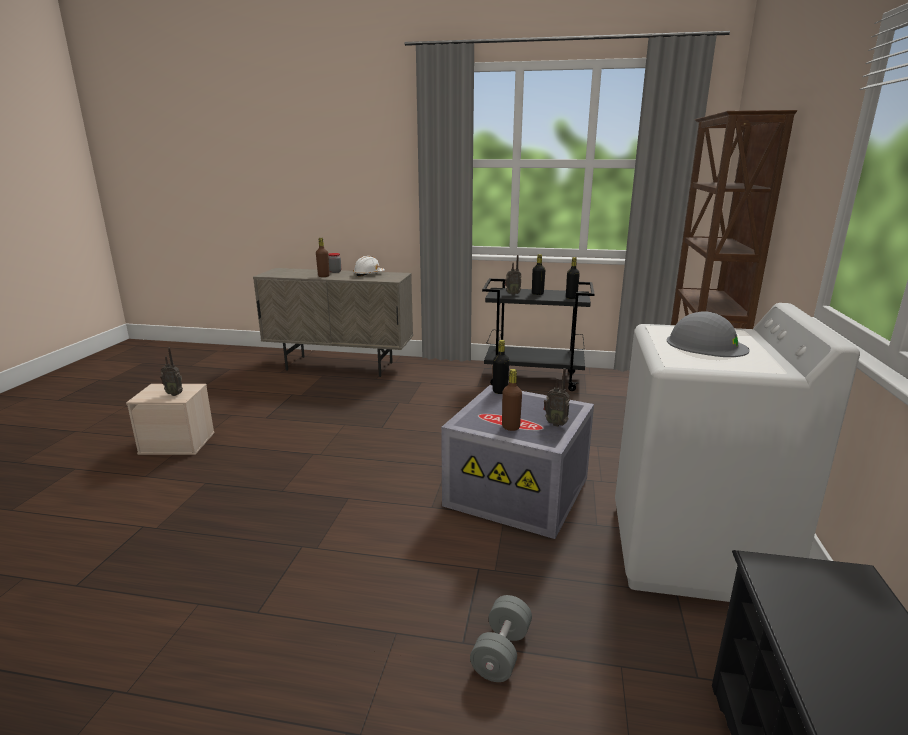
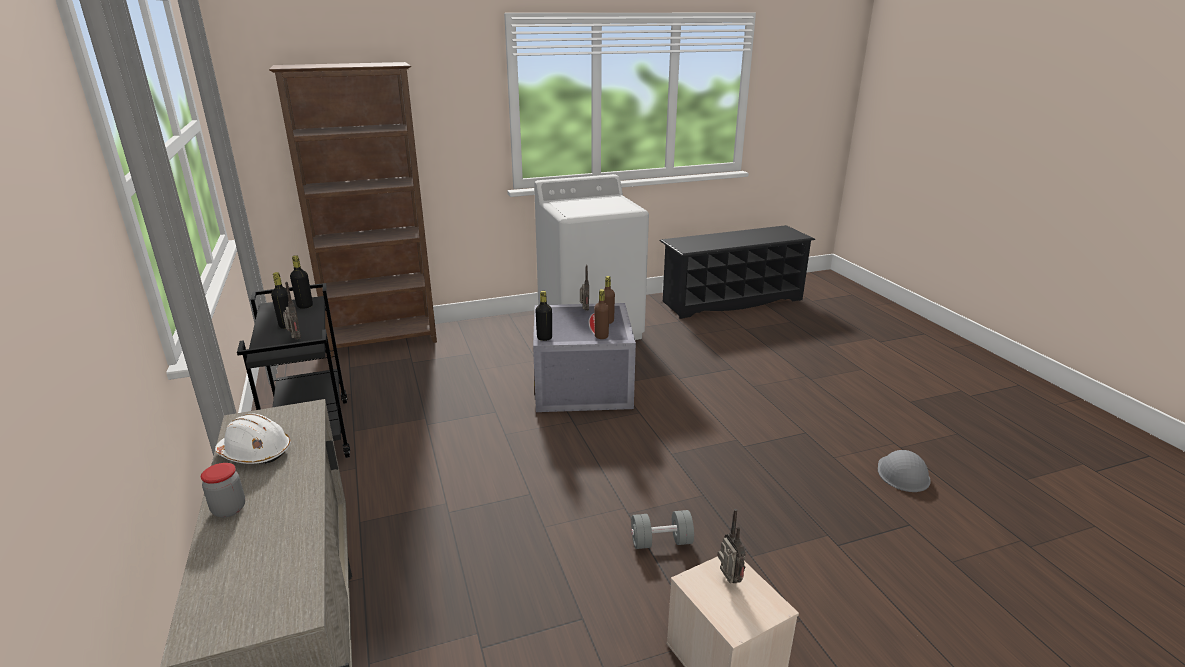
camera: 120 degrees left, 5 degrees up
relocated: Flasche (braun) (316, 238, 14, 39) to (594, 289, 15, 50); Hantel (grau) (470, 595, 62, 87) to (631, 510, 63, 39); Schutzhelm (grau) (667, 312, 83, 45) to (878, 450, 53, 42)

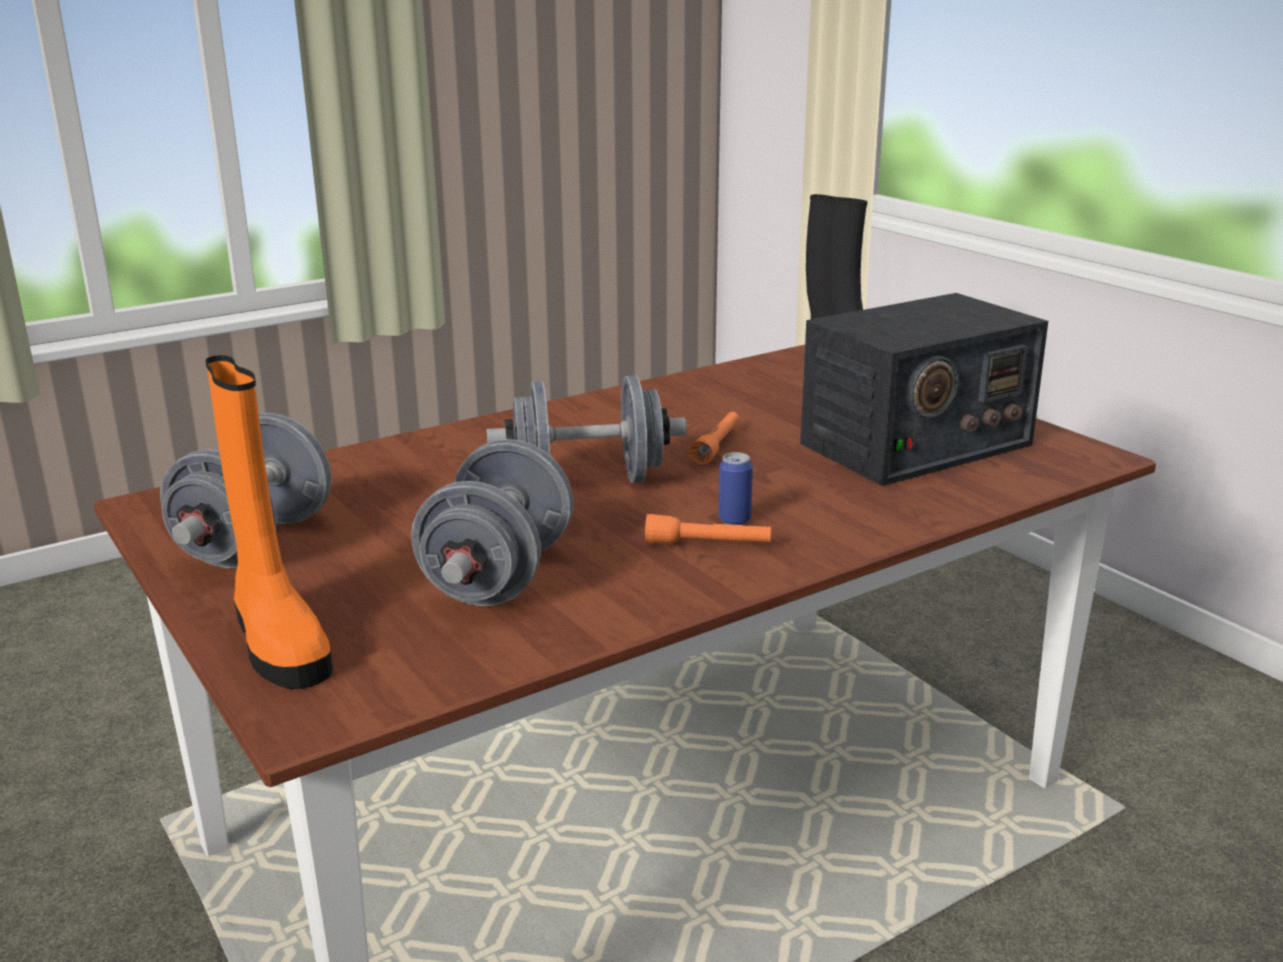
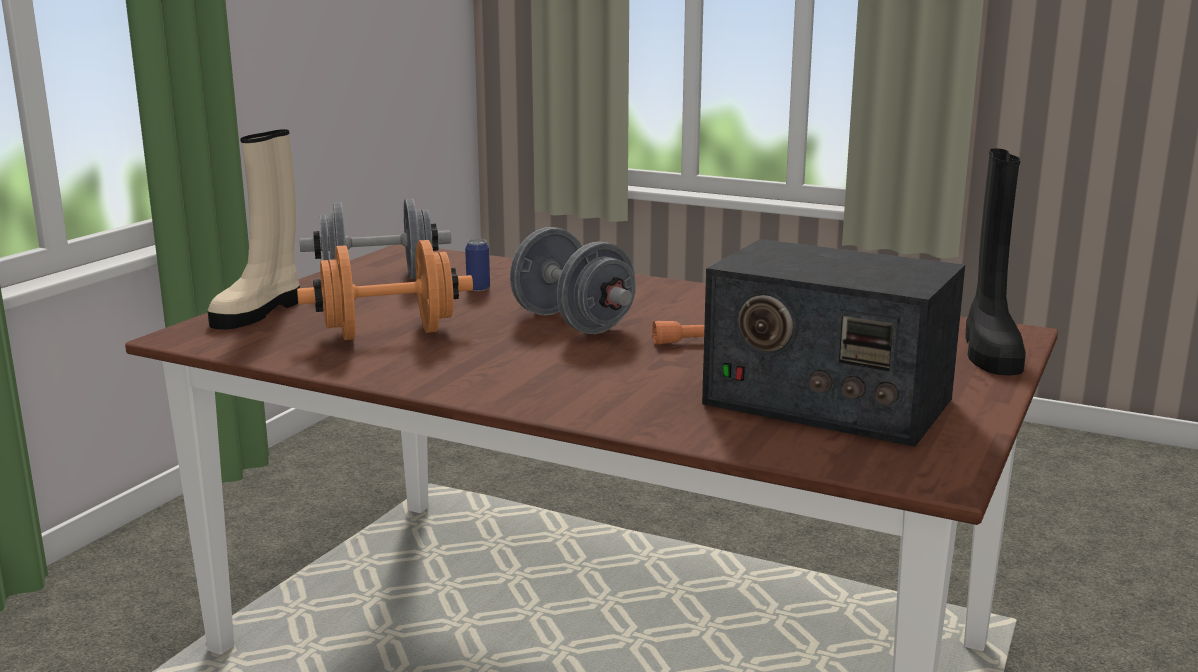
camera: 60 degrees right, 5 degrees down
missing: Taschenlampe (orange) (645, 514, 126, 29)
relocated: Dose (719, 452, 34, 73) to (465, 239, 25, 52)
colour: Stiefel (orange) (205, 355, 128, 334) to Stiefel (beige) (207, 129, 93, 201); Hantel (grau) (411, 439, 162, 167) to Hantel (orange) (297, 240, 176, 100)

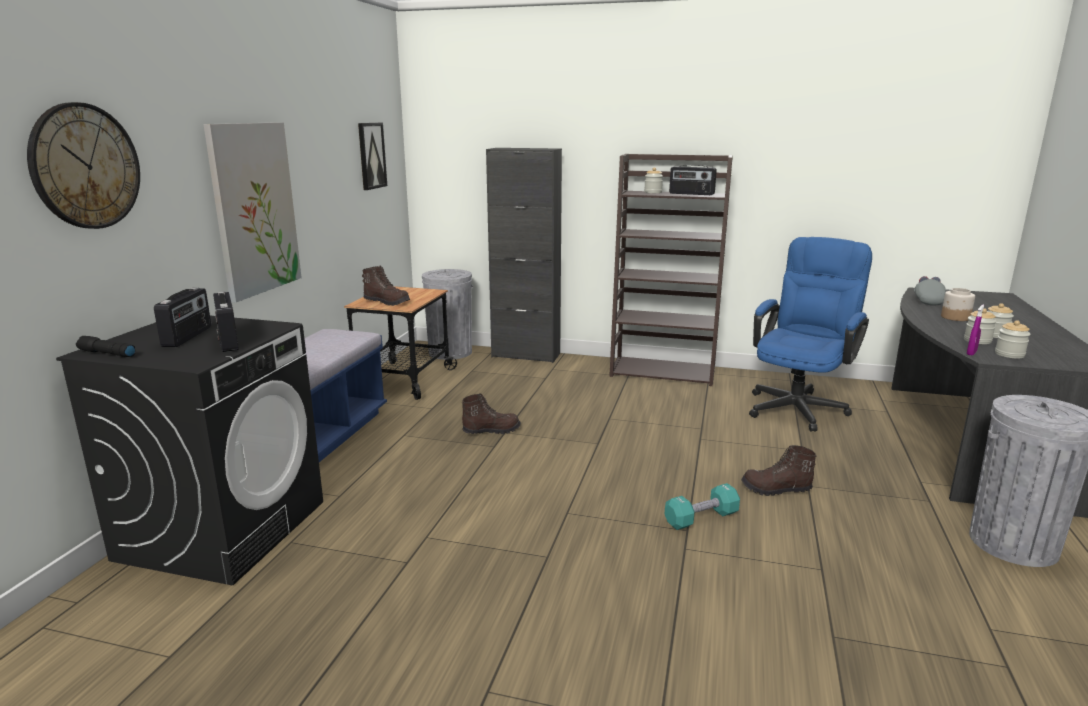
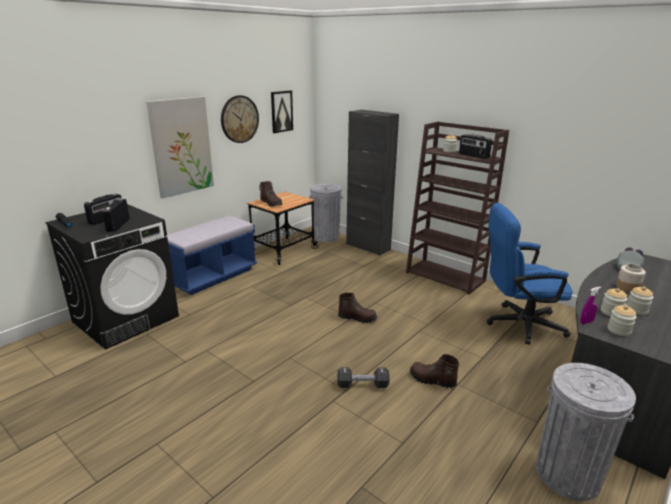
camera: 25 degrees right, 5 degrees up
relocated: Wanduhr (27, 102, 113, 127) to (221, 95, 38, 48); Stiefel (braun) (462, 393, 59, 41) to (338, 293, 39, 30)
colour: Hantel (türkis) (665, 483, 75, 47) to Hantel (schwarz) (337, 367, 53, 21)
spun: Bürostuhl (blau) (749, 237, 123, 195) = (487, 203, 86, 142) 150 degrees counterclockwise

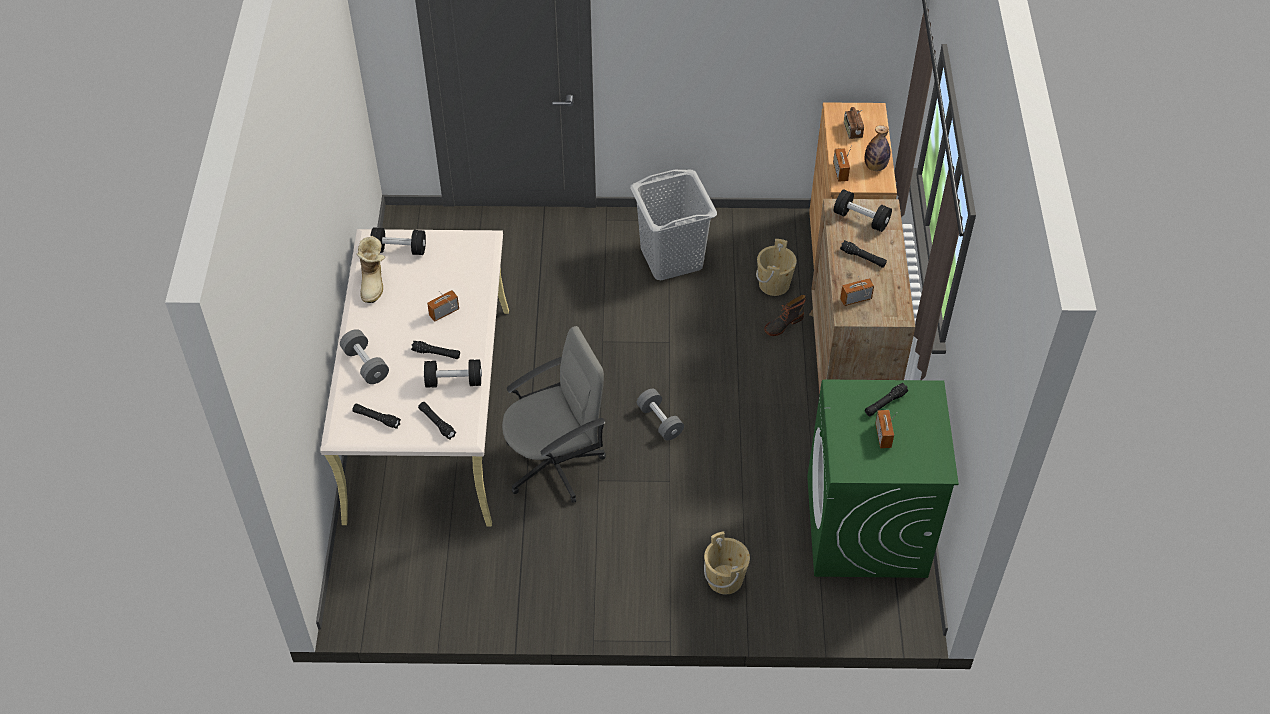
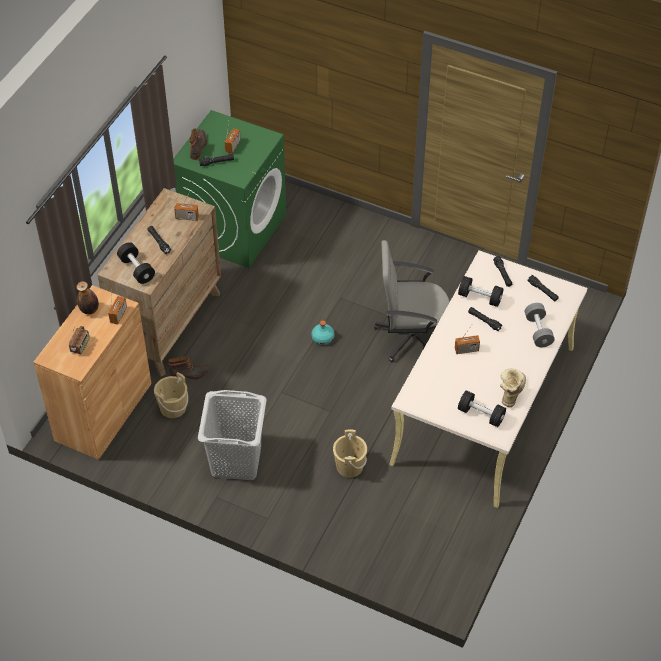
camera: 155 degrees left, 0 degrees up
appeared: Stiefel (190, 128, 17, 32)
relocated: Eimer (beige) (704, 531, 46, 63) to (333, 429, 34, 49)
exchanged: Hantel (grau) (637, 389, 47, 51) to Flasche (türkis) (312, 320, 22, 25)

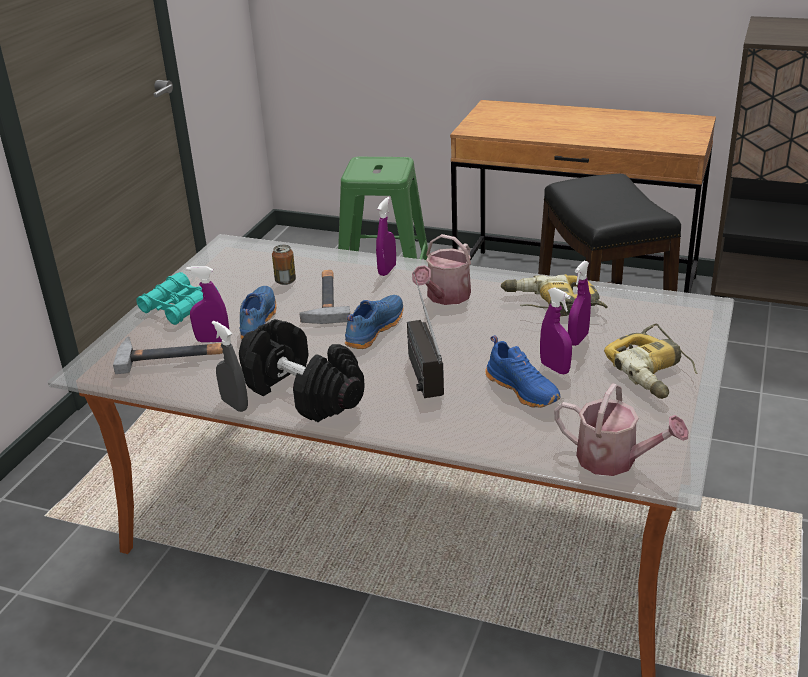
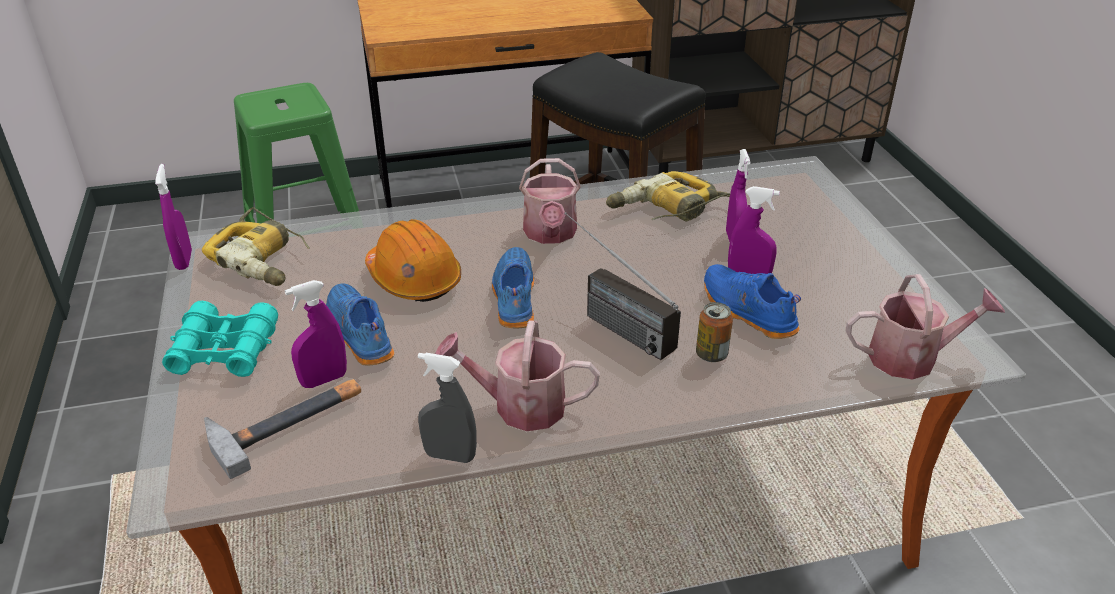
camera: 35 degrees left, 5 degrees up
relocated: Sprühflasche (lila) (376, 197, 20, 79) to (155, 164, 37, 106); Bohrmaschine (604, 324, 93, 75) to (202, 207, 108, 79); Dose (272, 245, 24, 40) to (696, 302, 37, 60)
exchanged: Hammer (299, 270, 51, 54) to Schutzhelm (orange) (365, 219, 96, 83); Hantel (schwarz) (239, 319, 126, 103) to Gießkanne (435, 320, 165, 111)
spun: Schuh (blau) (485, 335, 76, 73) = (704, 264, 97, 75) 150 degrees counterclockwise

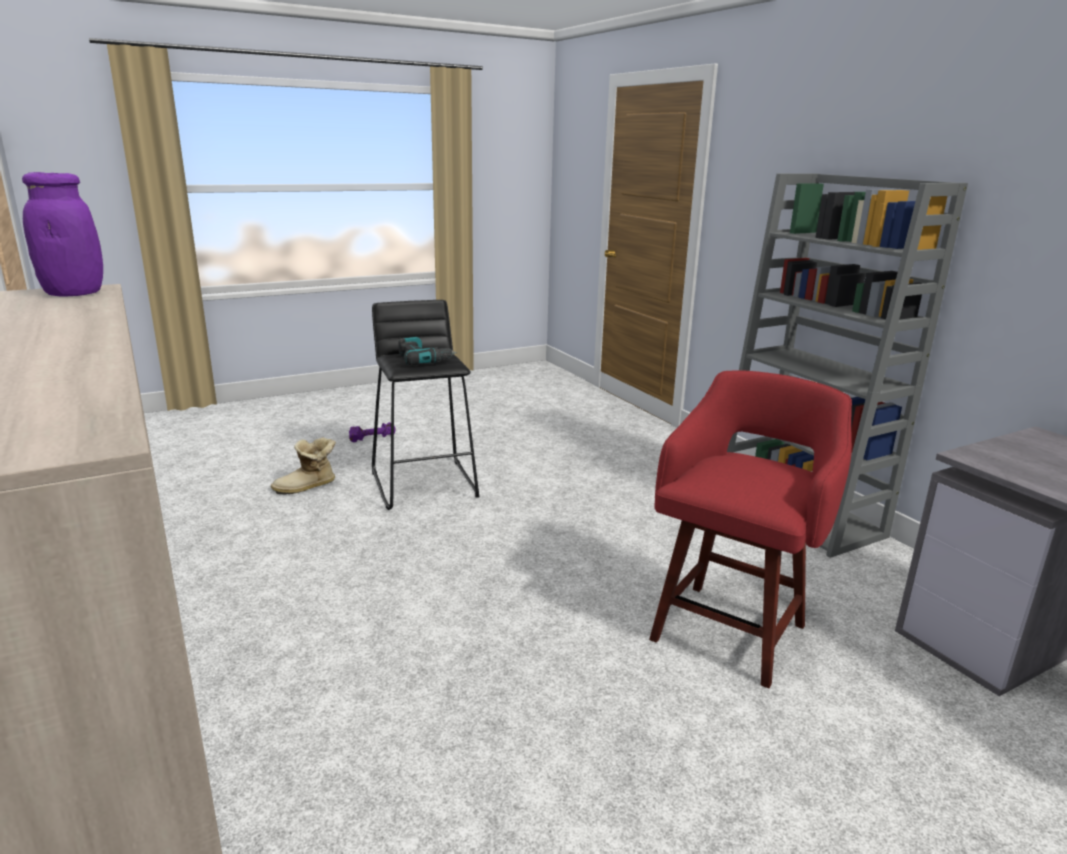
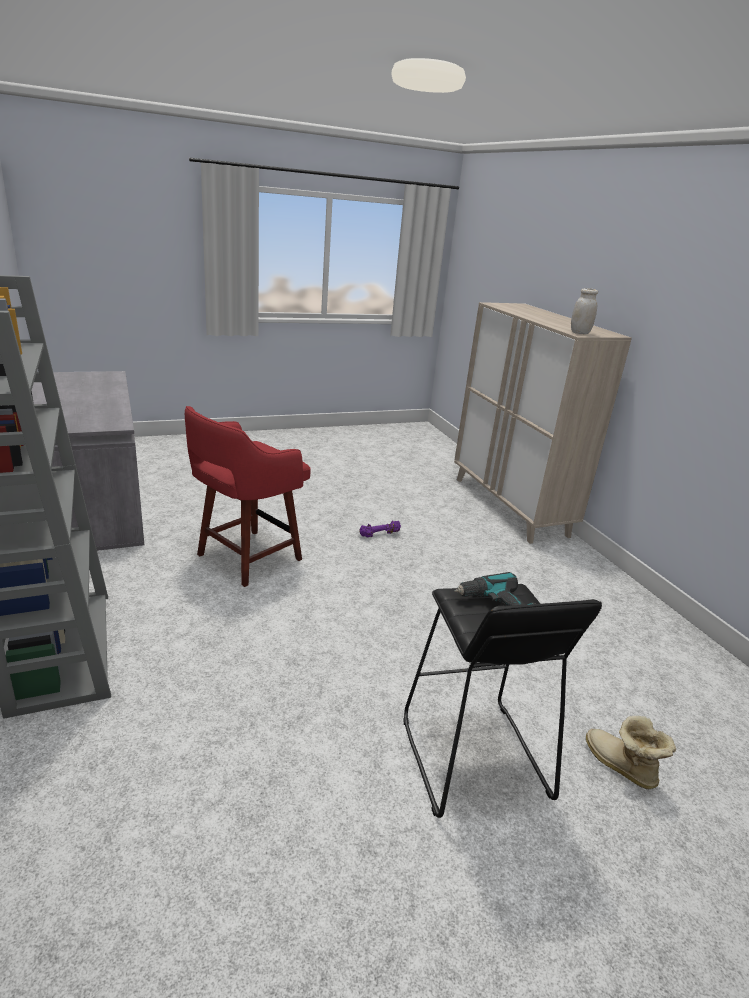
camera: 175 degrees left, 5 degrees up
relocated: Hantel (lila) (349, 422, 47, 20) to (359, 521, 42, 16)
colour: Vorratsglas (lila) (22, 172, 81, 125) to Vorratsglas (weiß) (571, 288, 27, 46)
spun: Stiefel (271, 437, 65, 57) = (586, 716, 90, 73) 105 degrees counterclockwise

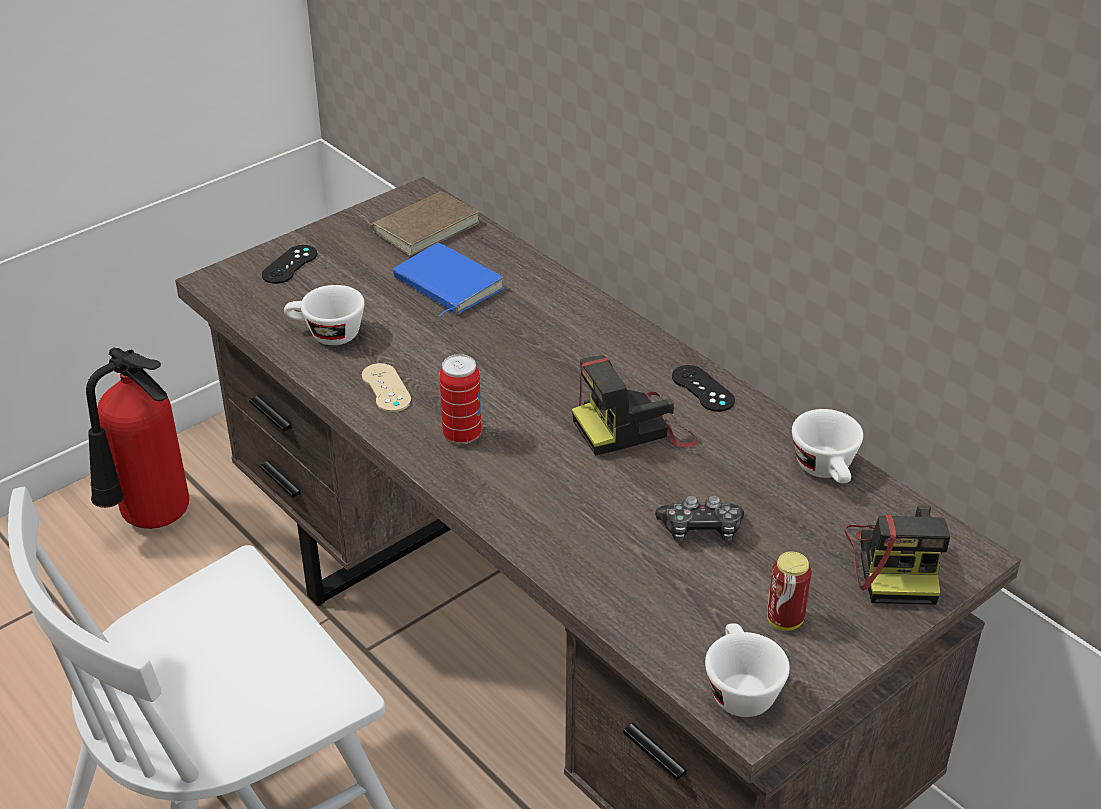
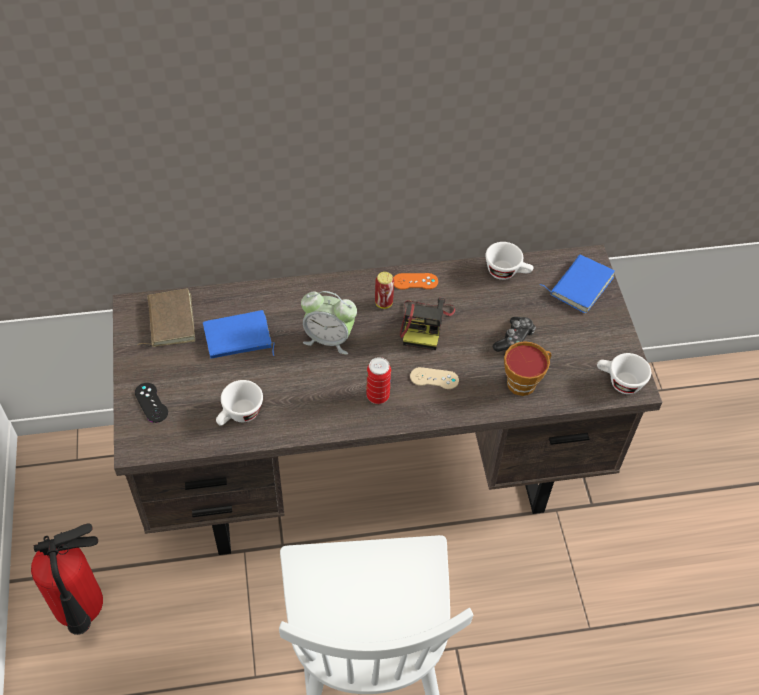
camera: 60 degrees left, 15 degrees up
appeared: Wecker (301, 291, 56, 64); Tasse (504, 341, 47, 55)
relocated: Dose (767, 552, 45, 79) to (375, 272, 19, 37); Gamepad (beige) (362, 363, 50, 49) to (410, 367, 49, 22)
exchanged: Kamera (845, 505, 105, 100) to Buch (blau) (540, 254, 75, 60)
colour: Gamepad (schwarz) (672, 365, 63, 47) to Gamepad (orange) (393, 273, 45, 17)

